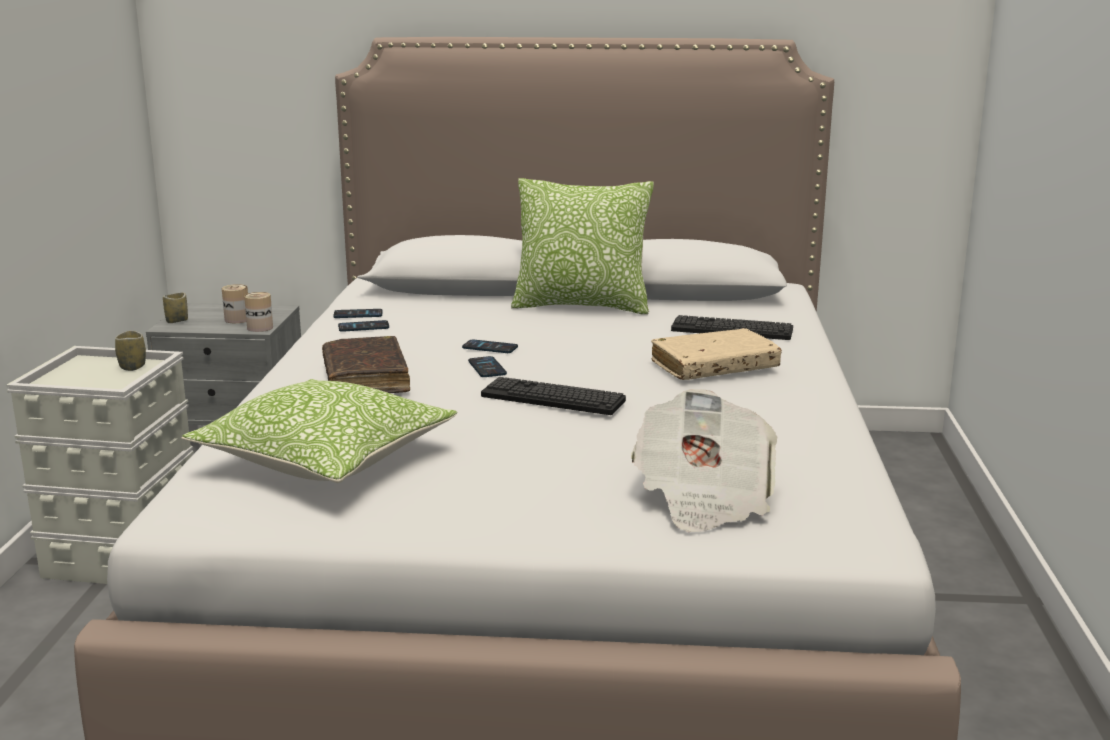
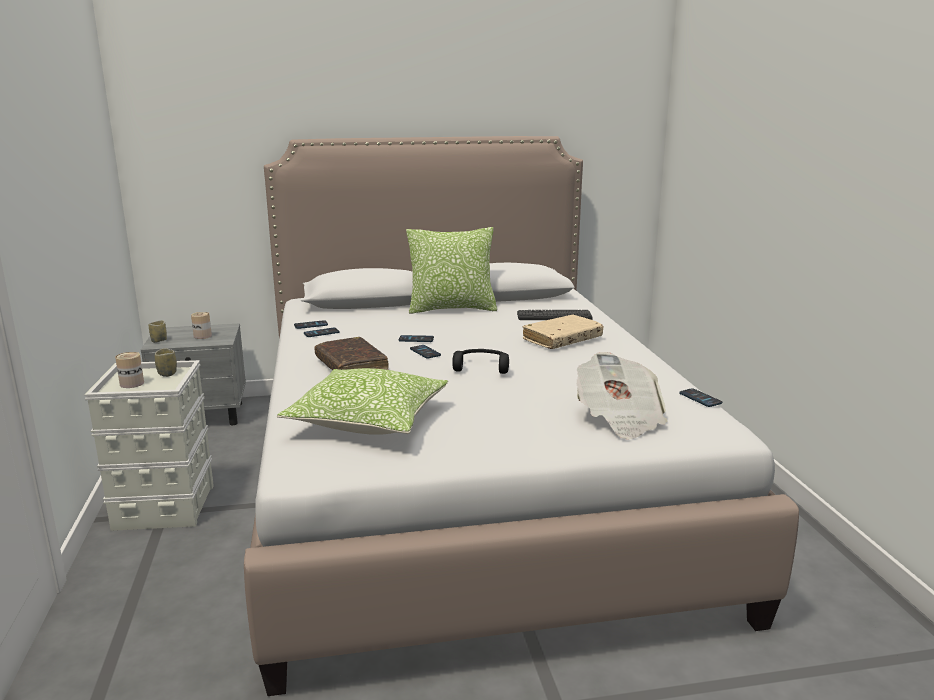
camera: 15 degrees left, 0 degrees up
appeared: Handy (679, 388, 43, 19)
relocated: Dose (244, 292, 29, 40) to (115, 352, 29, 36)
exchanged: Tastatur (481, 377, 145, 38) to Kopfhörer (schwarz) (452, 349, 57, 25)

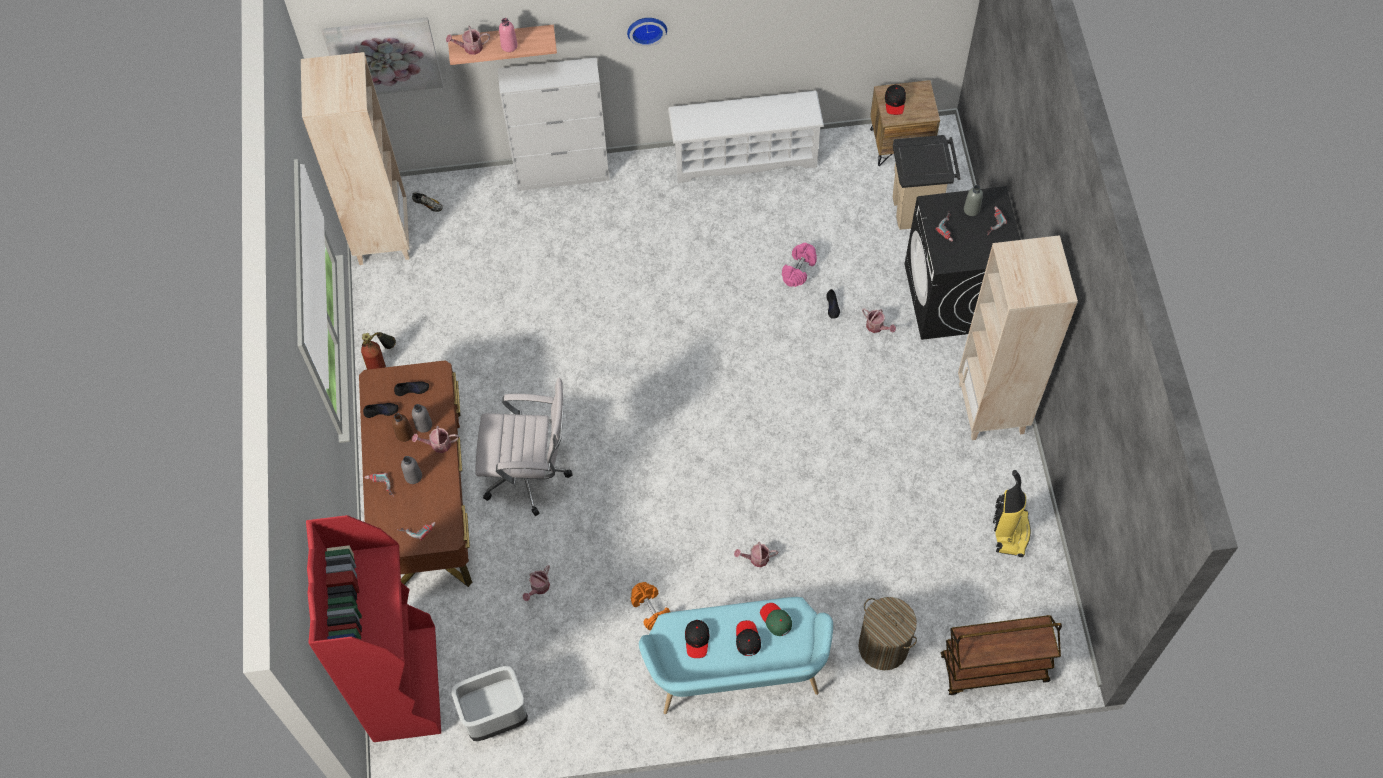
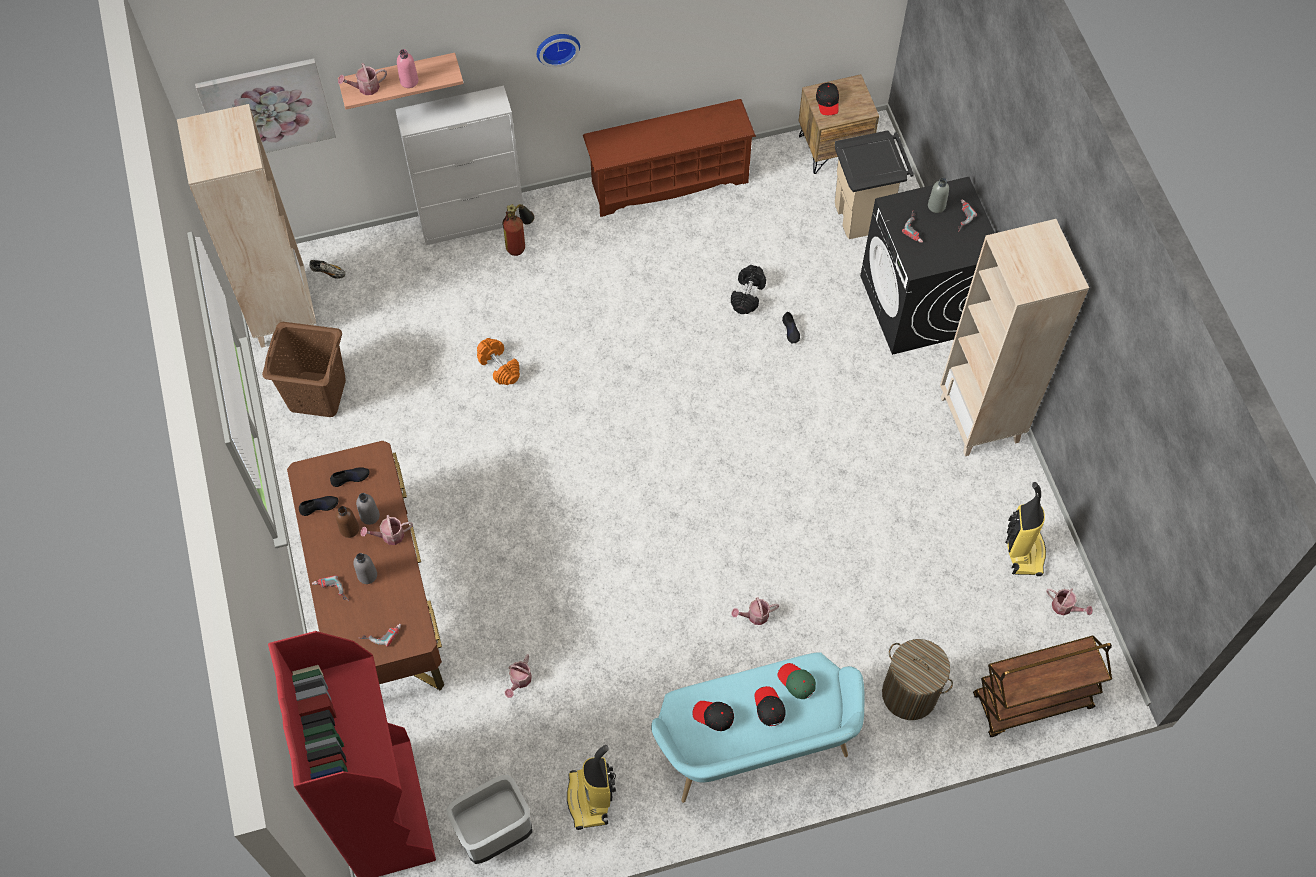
camera: 10 degrees left, 0 degrees up
missing: Bürostuhl (weiß) (475, 378, 97, 138)
appeared: Wäschekorb (braun) (262, 322, 84, 95); Staubsauger (567, 745, 49, 85)
relocated: Hantel (orange) (631, 582, 39, 48) to (477, 338, 43, 47); Feuerlöscher (361, 332, 35, 38) to (502, 204, 32, 52); Gießkanne (862, 308, 34, 25) to (1046, 588, 47, 27)
colour: Schuhregal (weiß) (668, 91, 156, 92) to Schuhregal (braun) (583, 99, 173, 118); Hantel (rosa) (782, 243, 35, 44) to Hantel (schwarz) (731, 265, 35, 49)
spun: Kappe (schwarz) (685, 620, 24, 38) = (693, 701, 41, 30) 120 degrees clockwise

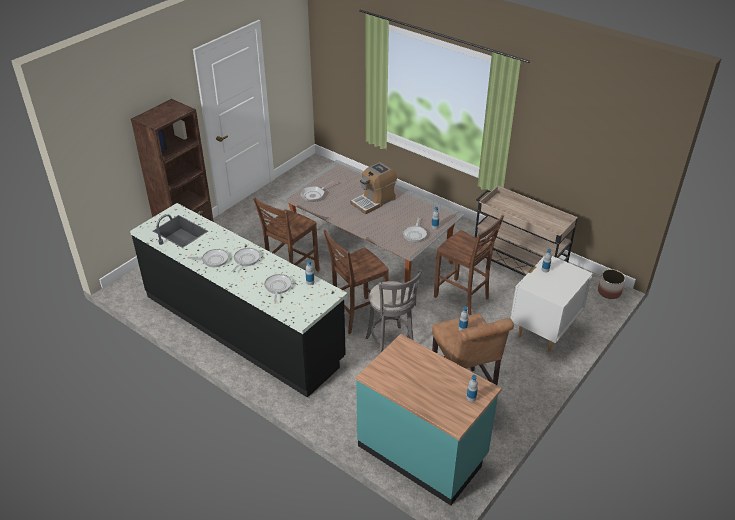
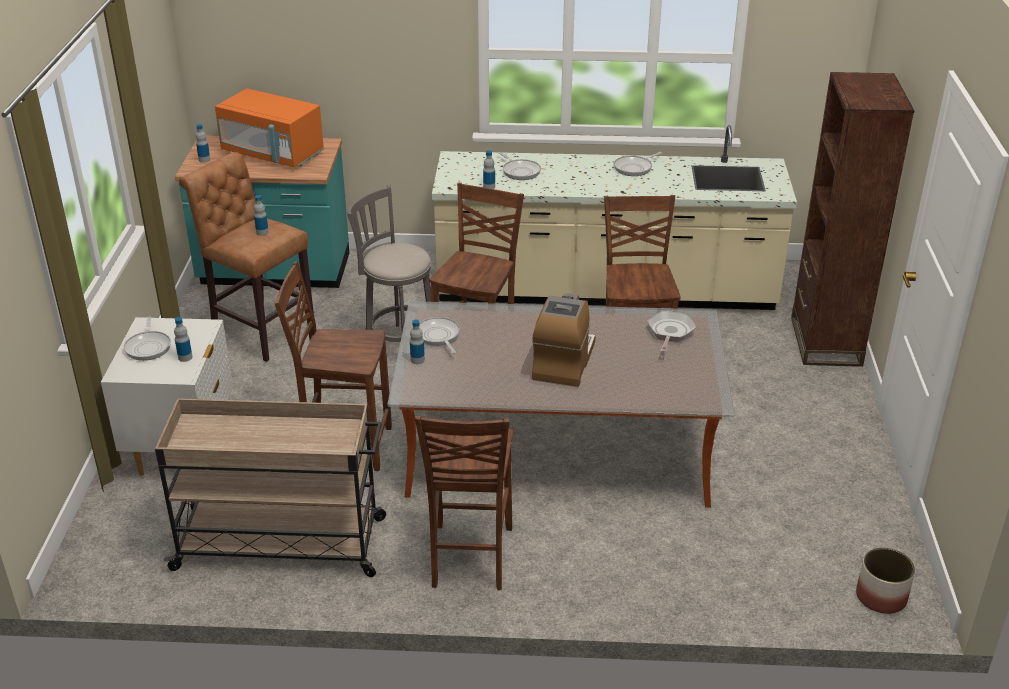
camera: 145 degrees right, 5 degrees down
appeared: Mikrowelle (orange) (215, 88, 109, 80); Stuhl (braun) (415, 416, 98, 174)
relocated: Pfanne (232, 248, 28, 24) to (123, 317, 48, 44); Pflanzkübel (598, 269, 27, 30) to (856, 548, 59, 66)
colour: Küchenzeile (schwarz) (130, 203, 218, 195) to Küchenzeile (beige) (432, 125, 365, 185)

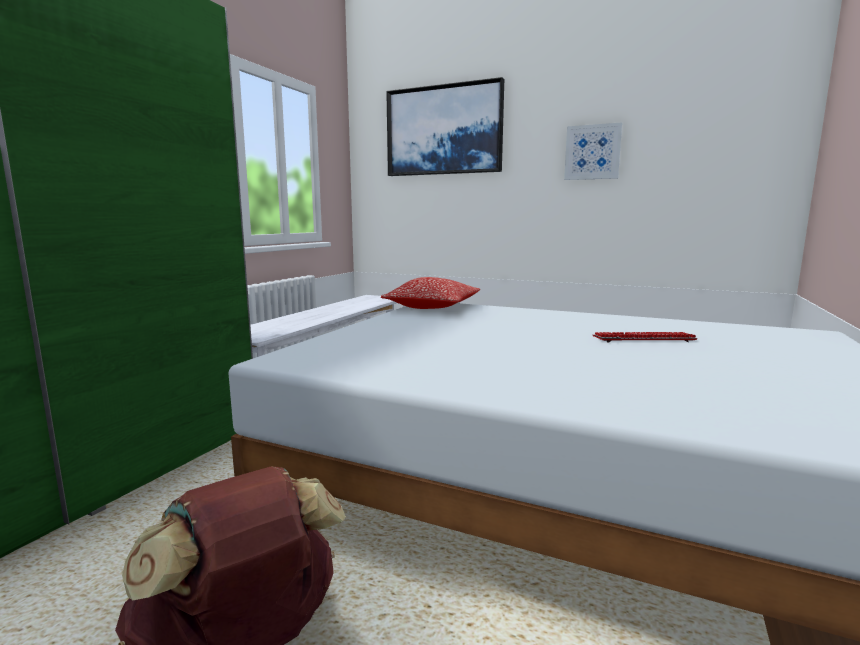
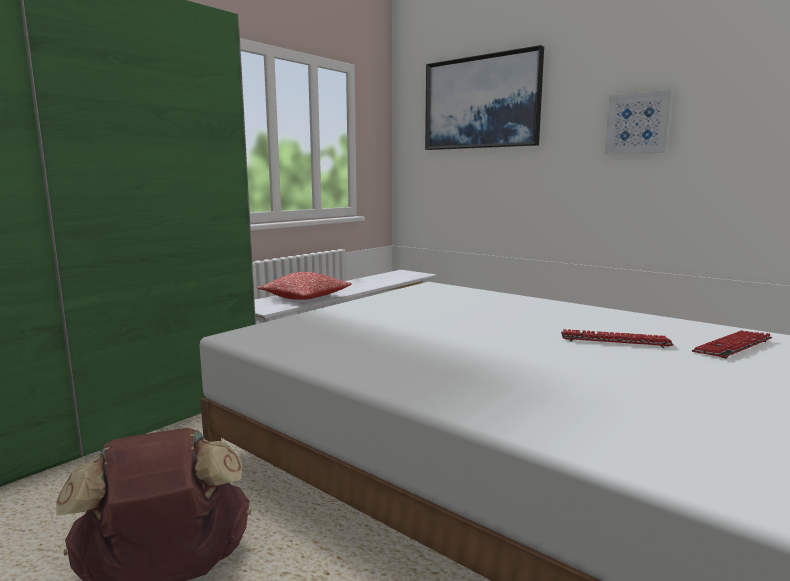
camera: 15 degrees right, 0 degrees up
appeared: Tastatur (692, 330, 80, 29)
relocated: Kissen (381, 277, 99, 32) to (257, 272, 95, 28)

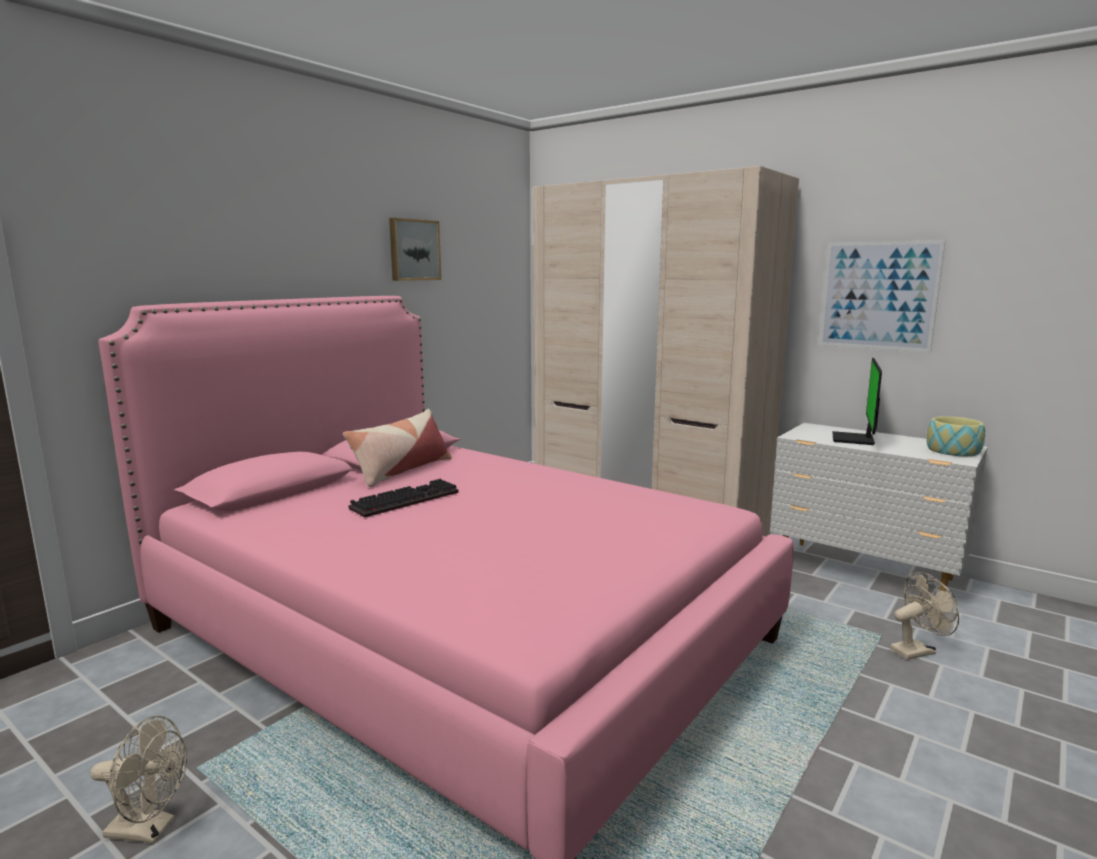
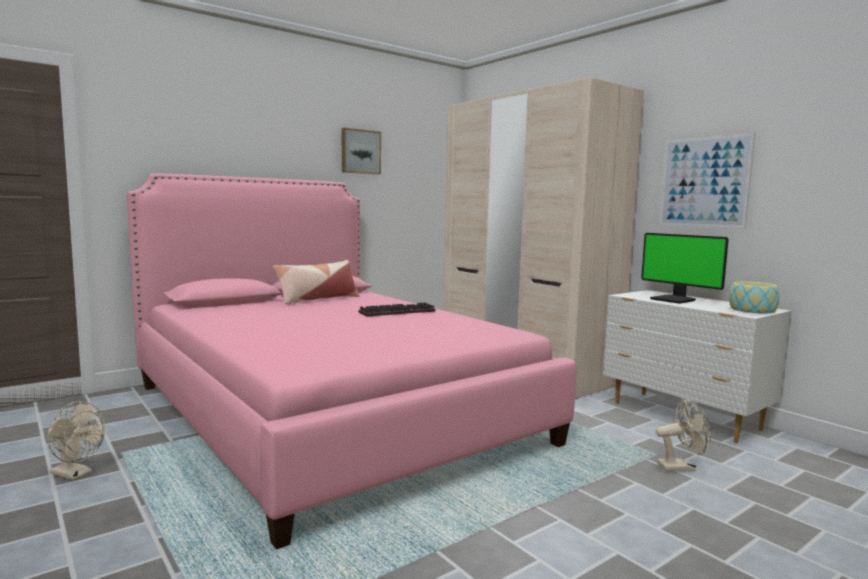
camera: 15 degrees right, 5 degrees down
relocated: Tastatur (349, 479, 110, 38) to (359, 302, 77, 15)
spun: Monitor (832, 358, 50, 87) = (641, 233, 88, 71) 75 degrees counterclockwise

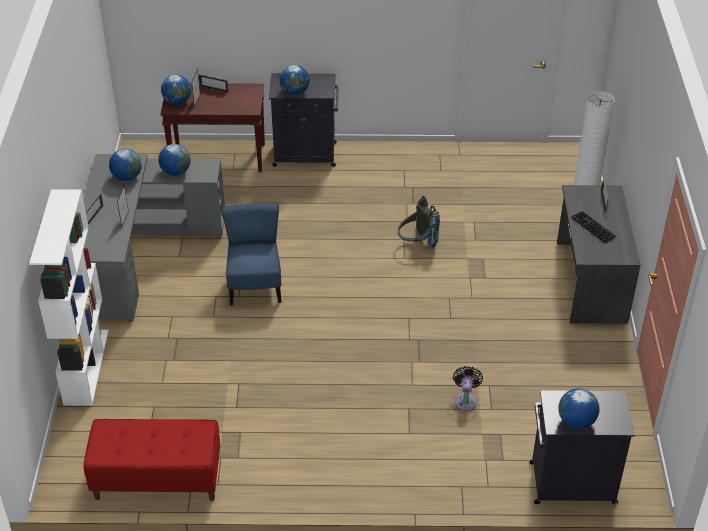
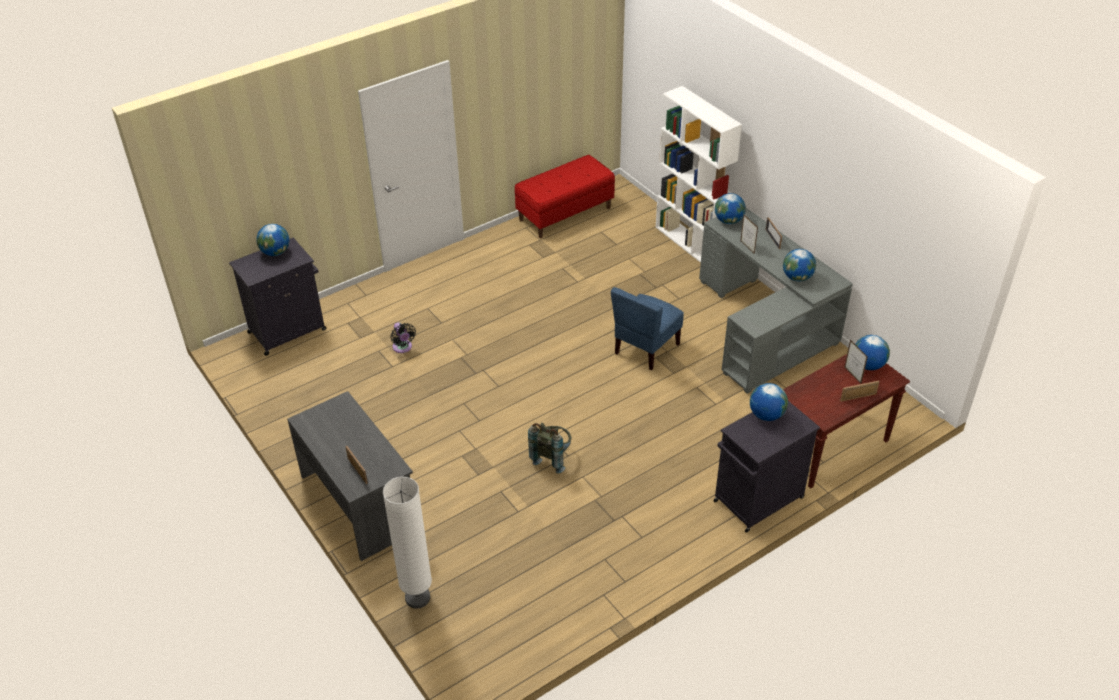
camera: 145 degrees right, 0 degrees up
missing: Tastatur (571, 211, 46, 32)
relocated: Globus (158, 144, 33, 32) to (715, 193, 31, 31)
spun: Stuhl (blau) (221, 203, 60, 102) = (611, 287, 73, 83) 75 degrees clockwise

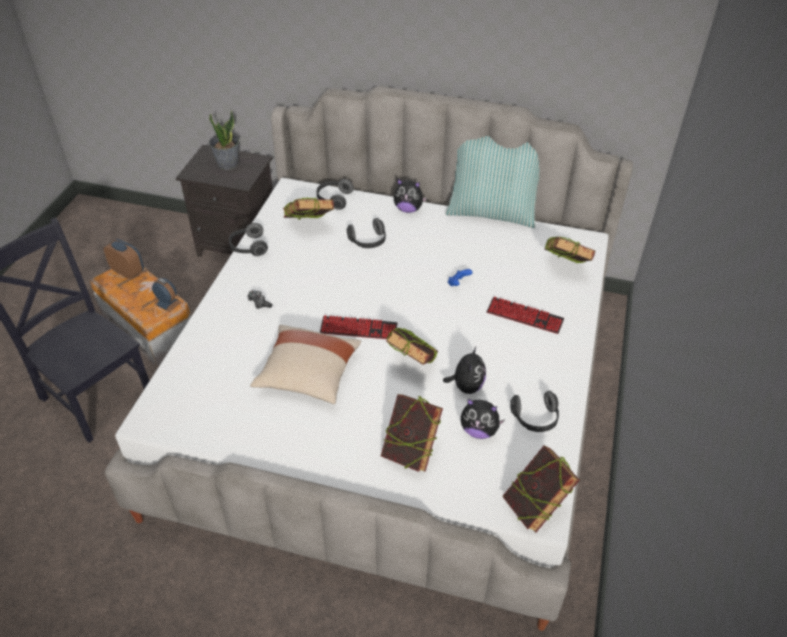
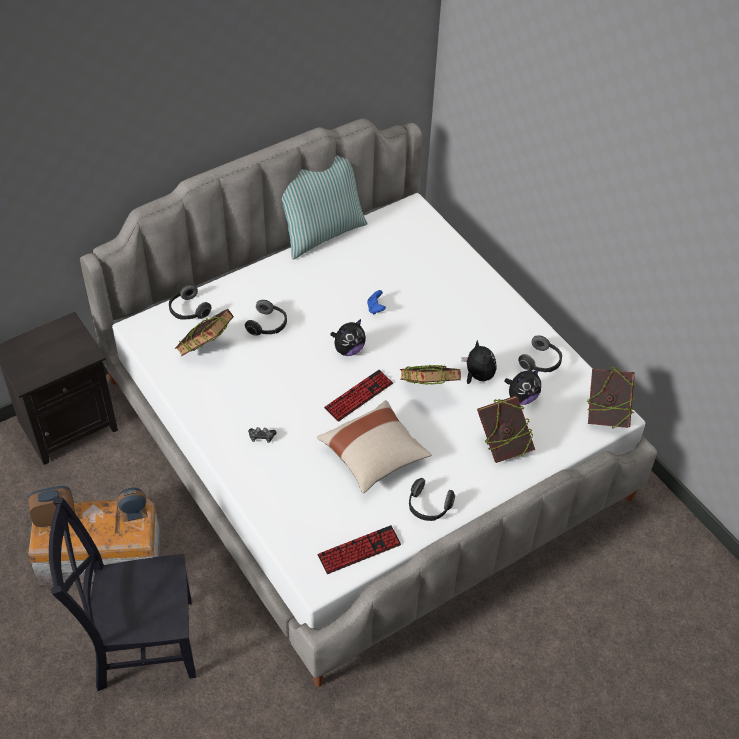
camera: 50 degrees left, 5 degrees up
missing: Topfpflanze (209, 111, 30, 59); Buch (544, 237, 51, 26)
relocated: Tastatur (487, 297, 77, 37) to (317, 525, 84, 49); Plüschtier (394, 179, 33, 34) to (330, 319, 36, 37); Kopfhörer (229, 223, 39, 33) to (409, 478, 46, 43)

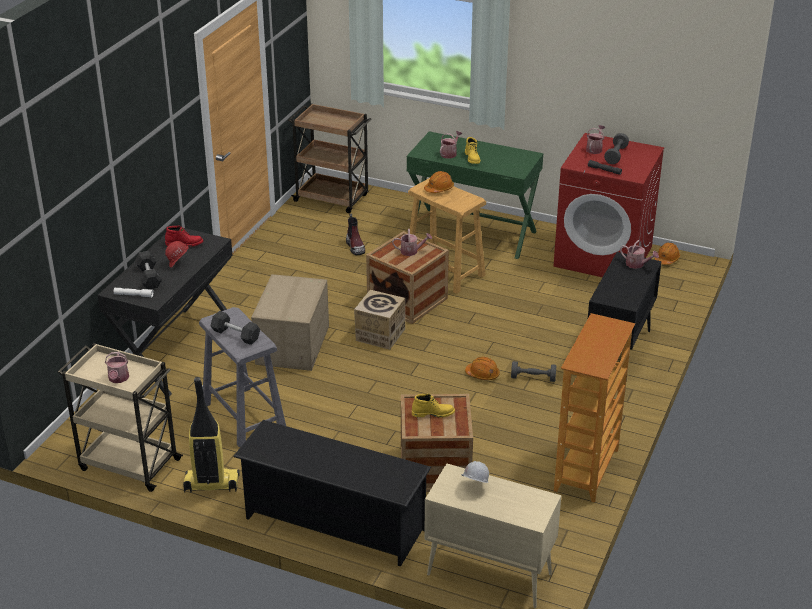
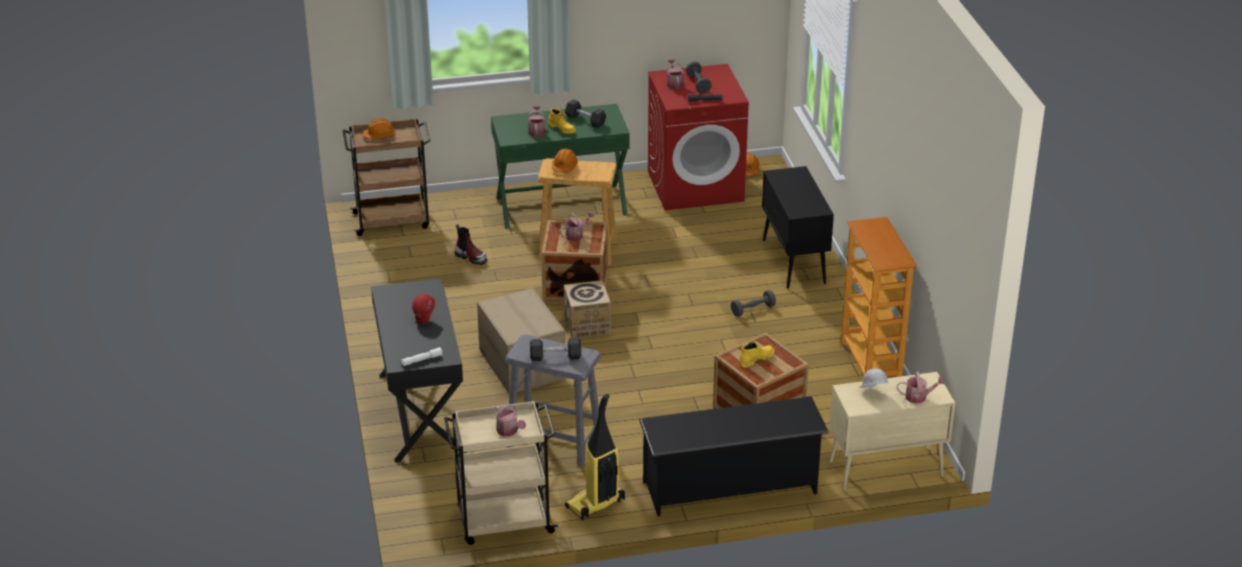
camera: 35 degrees left, 0 degrees up
missing: Stiefel (rot) (165, 225, 38, 22)
relocated: Schutzhelm (orange) (465, 357, 35, 23) to (363, 118, 33, 21); Hantel (grau) (135, 251, 27, 38) to (565, 99, 41, 29); Gießkanne (620, 240, 39, 29) to (897, 371, 48, 33)

